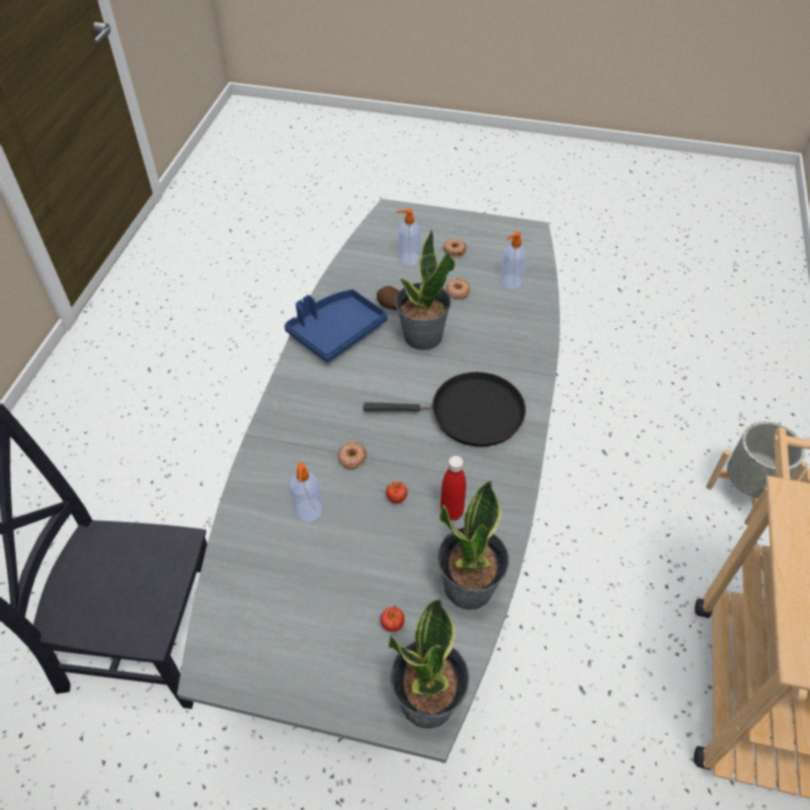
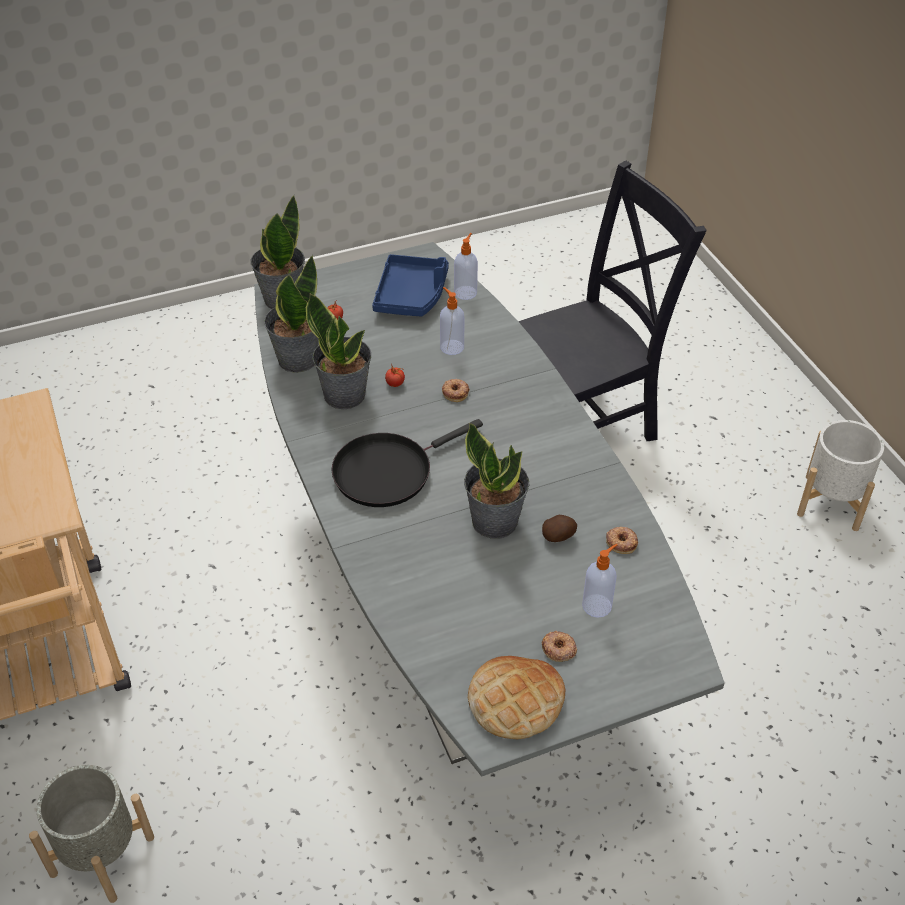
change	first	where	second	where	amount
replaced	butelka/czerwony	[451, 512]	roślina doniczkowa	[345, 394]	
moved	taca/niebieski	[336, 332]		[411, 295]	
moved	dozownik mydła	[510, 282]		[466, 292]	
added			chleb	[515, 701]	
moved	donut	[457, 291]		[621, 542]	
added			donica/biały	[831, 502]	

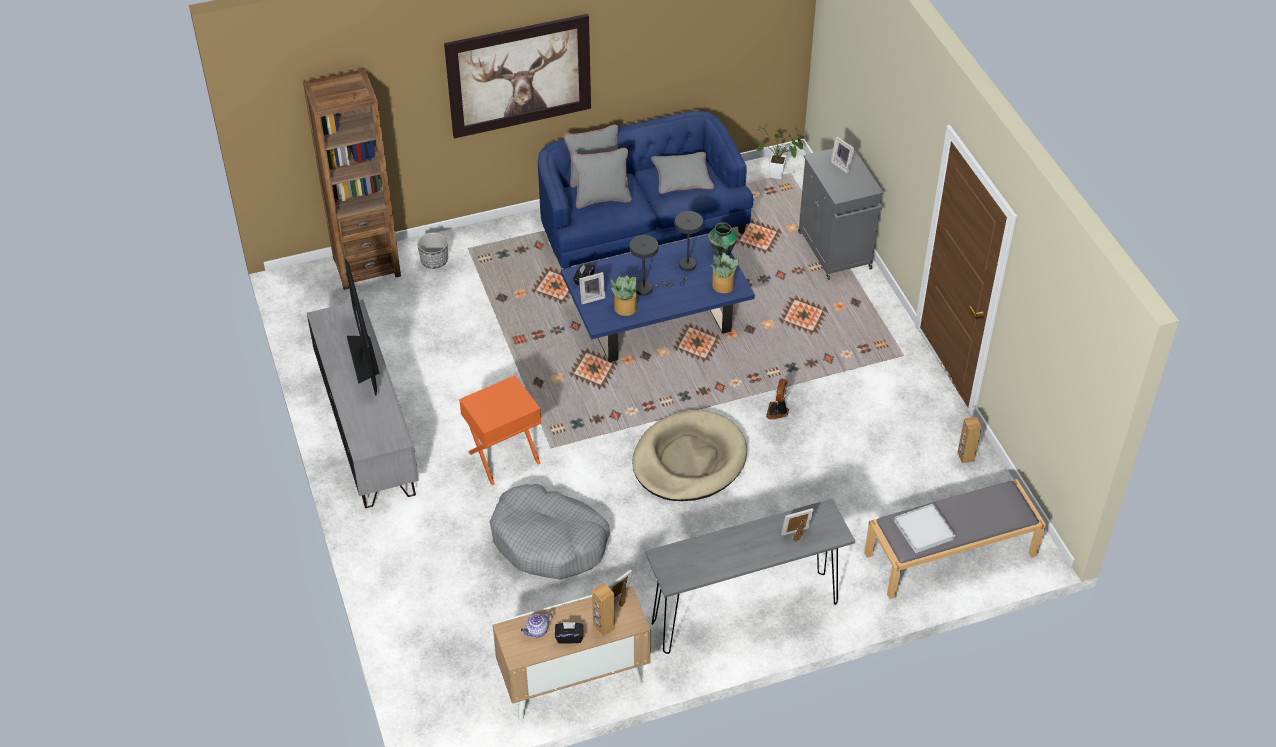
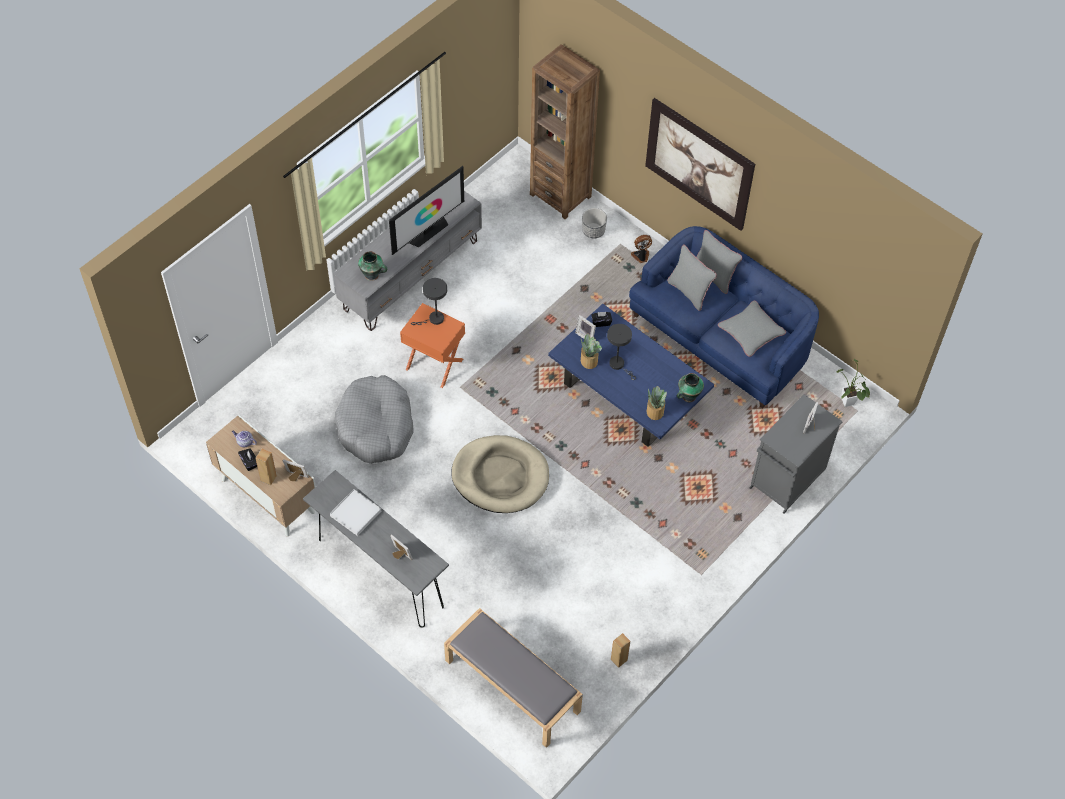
change	first	where	second	where	amount
moved	taca/biały	[923, 530]		[355, 513]	
added			wazon	[372, 275]	
moved	lampa stołowa/szary	[687, 267]		[433, 319]	
moved	wentylator	[778, 411]		[641, 256]	

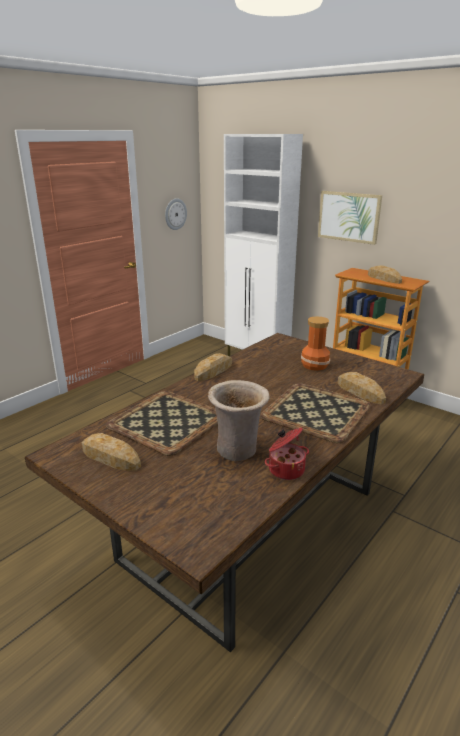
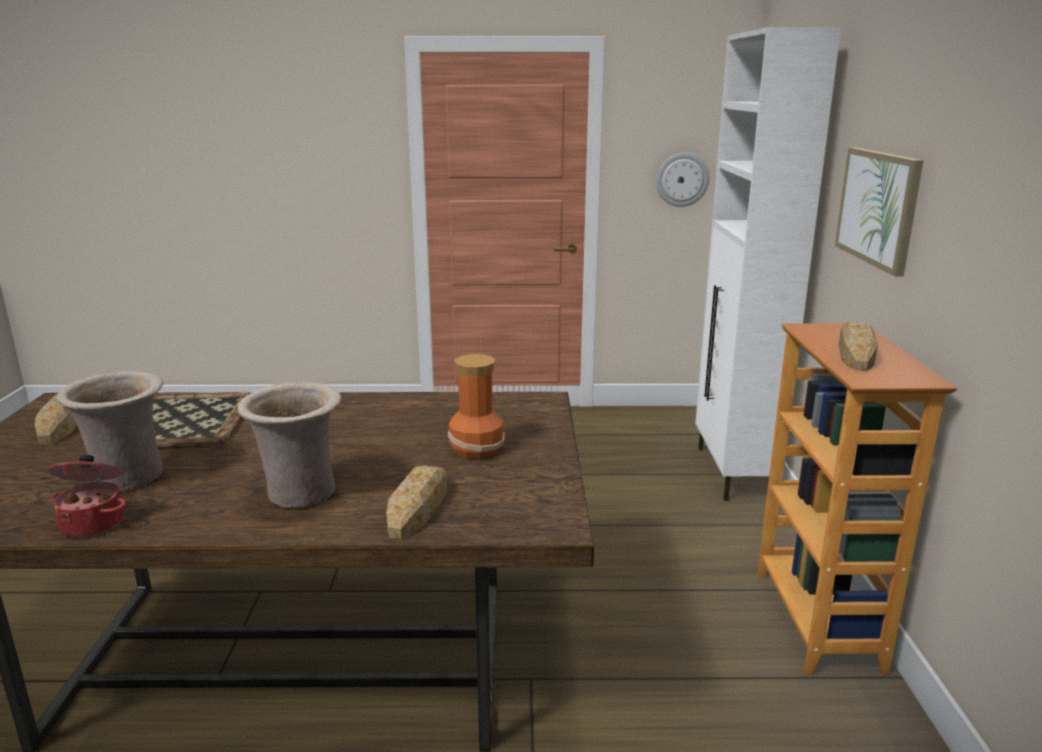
change	first	where	second	where	amount
replaced	taca	[317, 411]	wazon/beżowy	[300, 496]	
removed	chleb	[214, 371]			

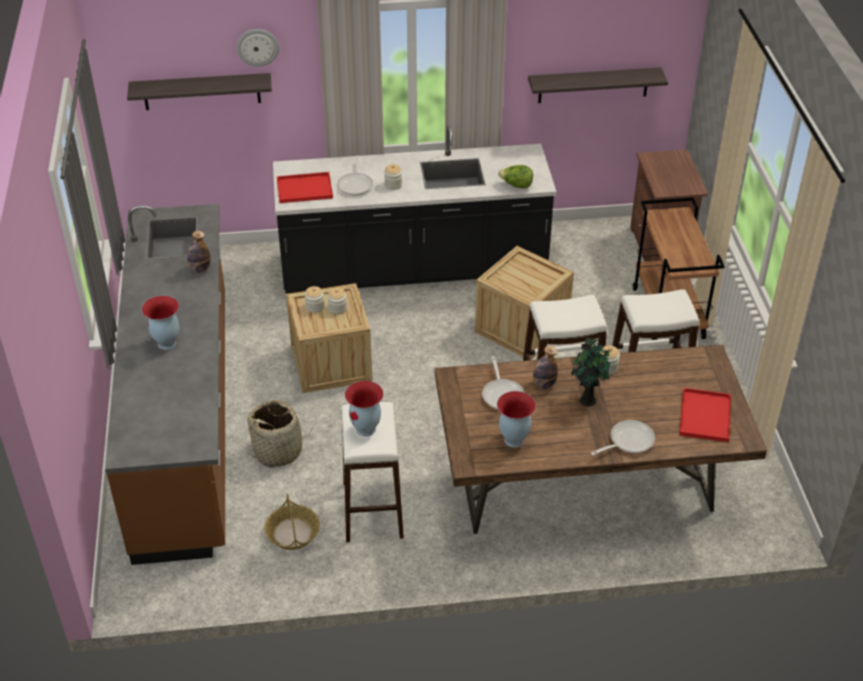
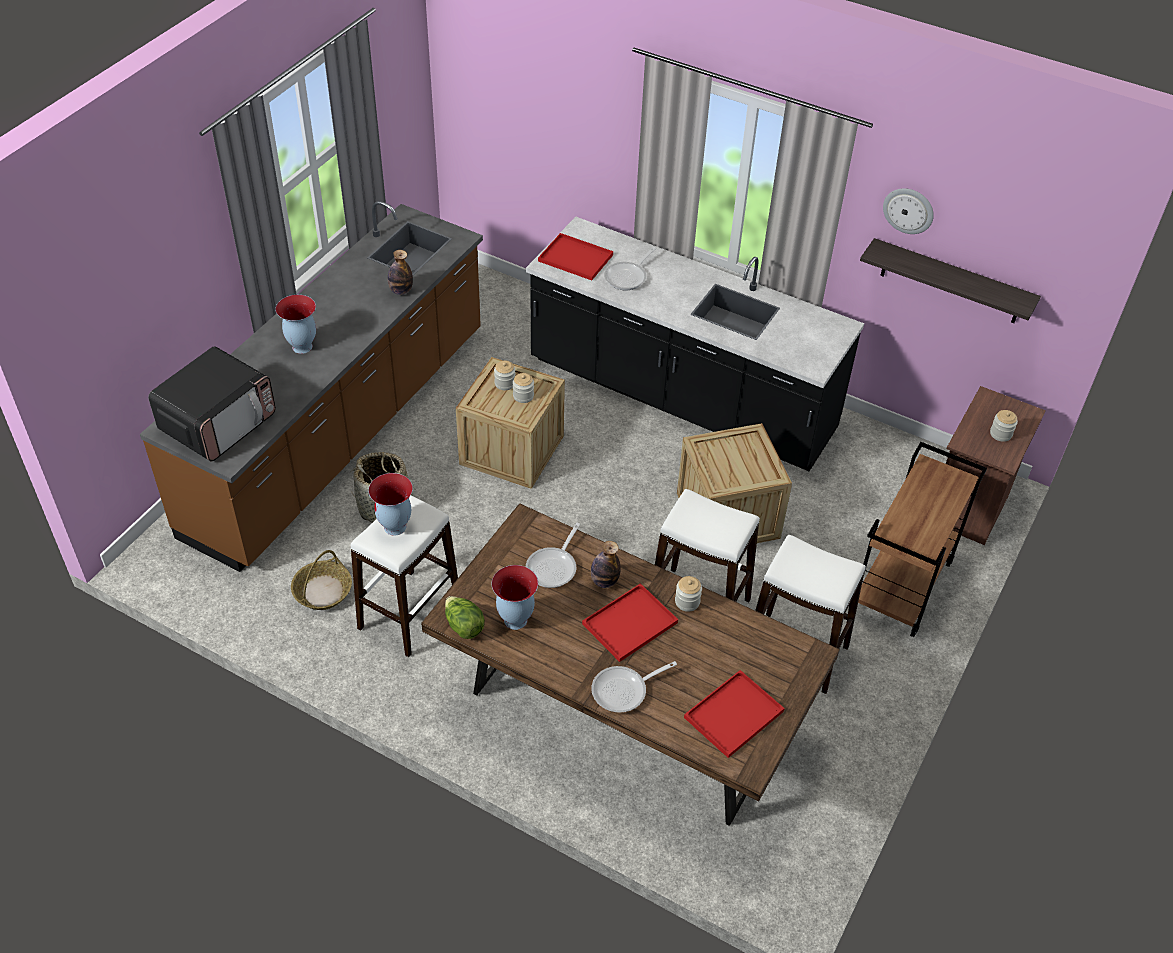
change	first	where	second	where	amount
added			mikrofalówka	[219, 423]	
moved	sałata	[516, 185]		[464, 626]	
replaced	roślina doniczkowa	[587, 399]	taca/czerwony	[630, 622]	
turned	patelnia	[628, 441]		[624, 691]	150 degrees clockwise
moved	zegar ścienny	[257, 47]		[908, 210]	
moved	słoik	[393, 185]		[1000, 434]	
removed	półka	[201, 91]			

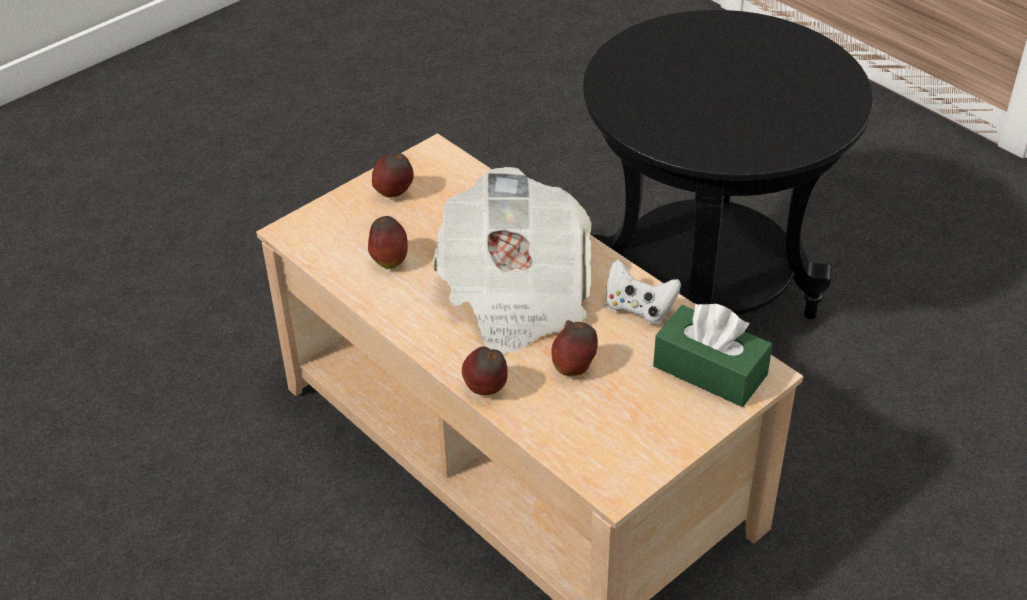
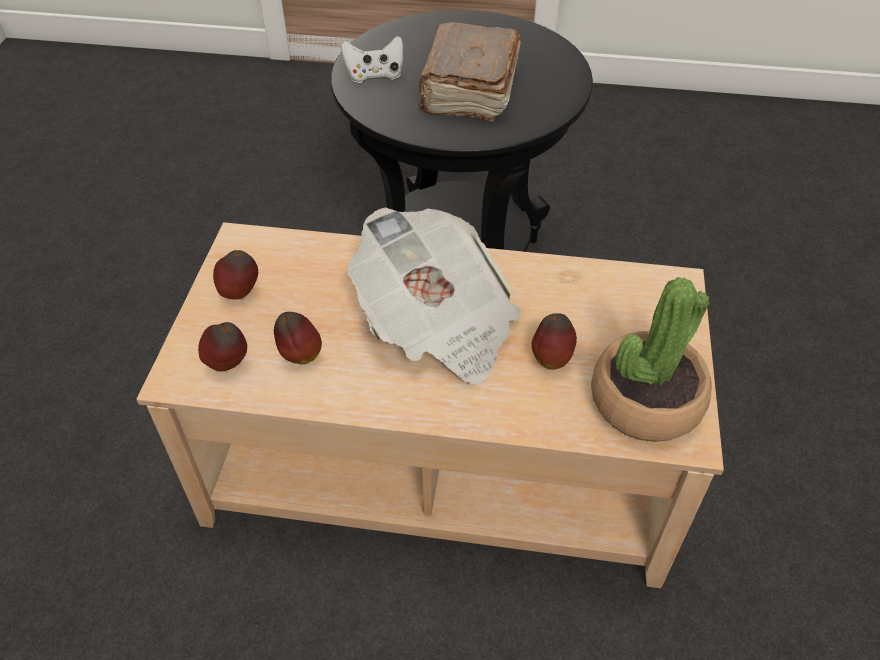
change	first	where	second	where	amount
moved	jabłko	[486, 390]		[228, 364]	
moved	pad do gier/biały	[639, 308]		[374, 76]	
added			książka/brązowy	[468, 91]	
added			roślina doniczkowa	[645, 400]	
removed	pudełko chusteczek/zielony	[710, 370]			

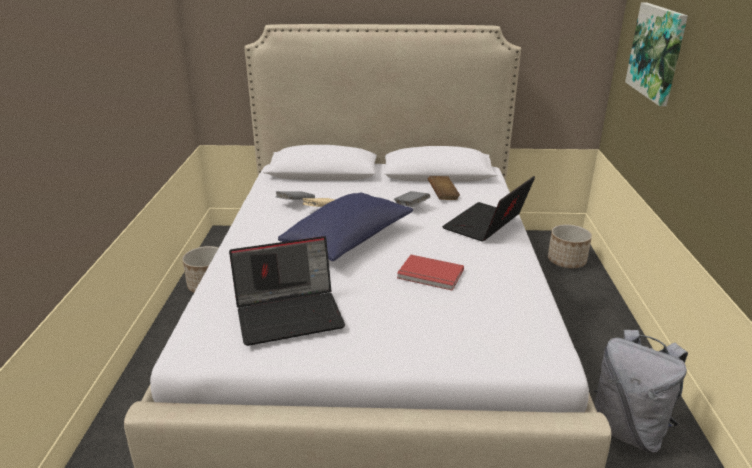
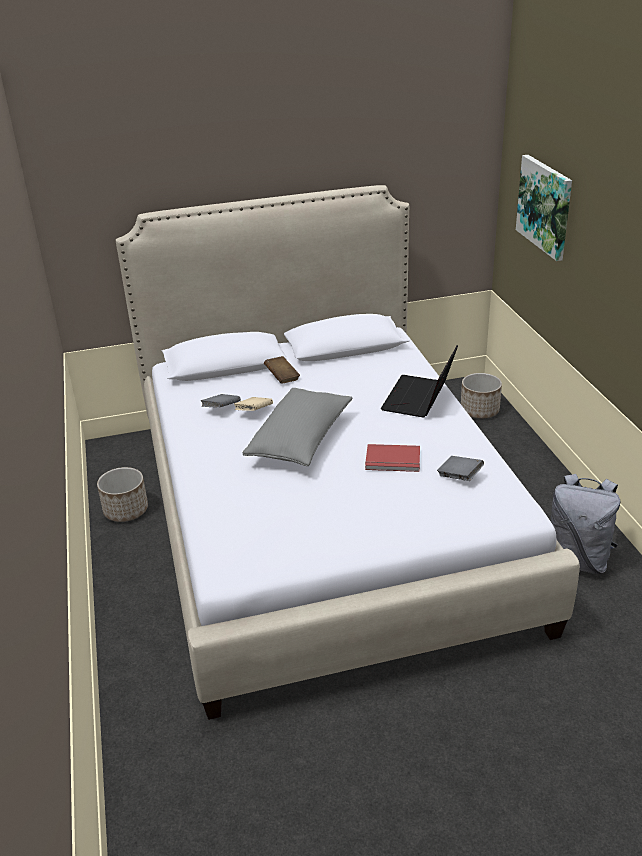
change	first	where	second	where	amount
recoloured	poduszka/niebieski	[349, 241]	poduszka/szary	[300, 440]	
moved	książka/brązowy	[443, 195]		[282, 377]	
moved	książka/szary	[411, 207]		[459, 476]	
removed	laptop	[290, 314]			

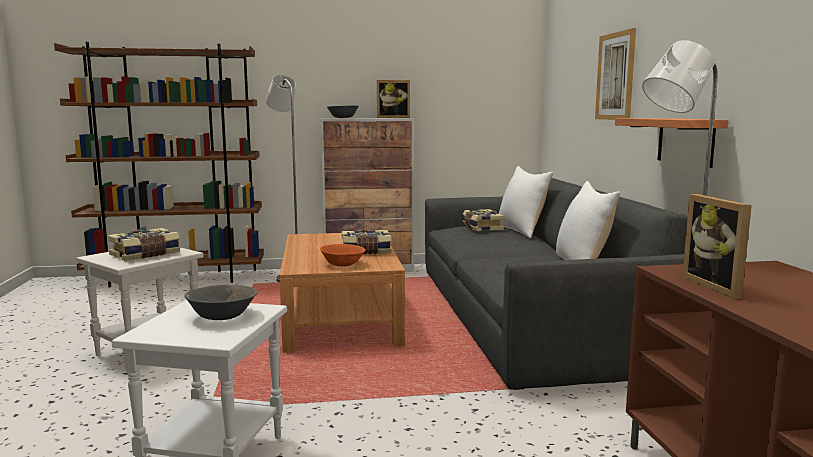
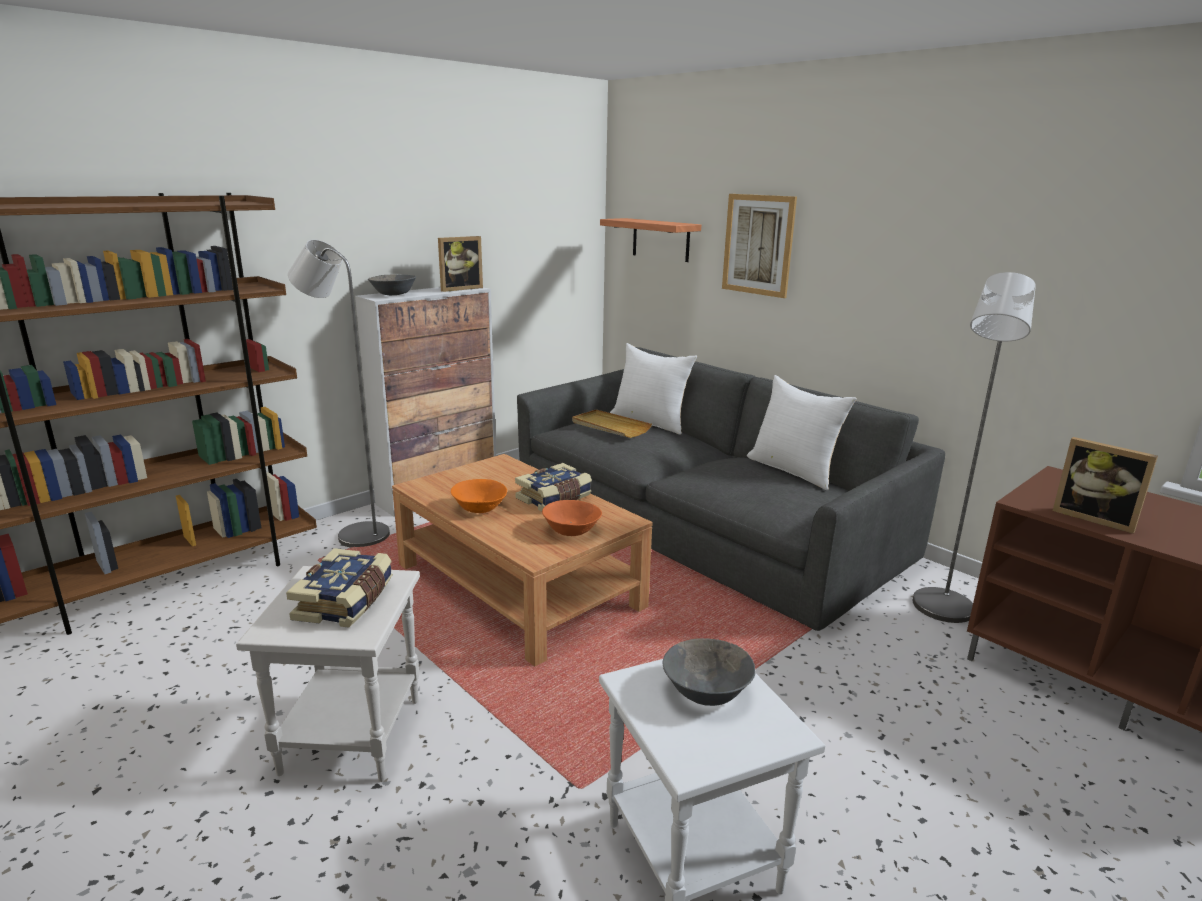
change	first	where	second	where	amount
added			miska/pomarańczowy	[479, 508]	
replaced	książka	[481, 228]	taca/beżowy	[610, 426]	
moved	półka	[685, 141]		[661, 239]	

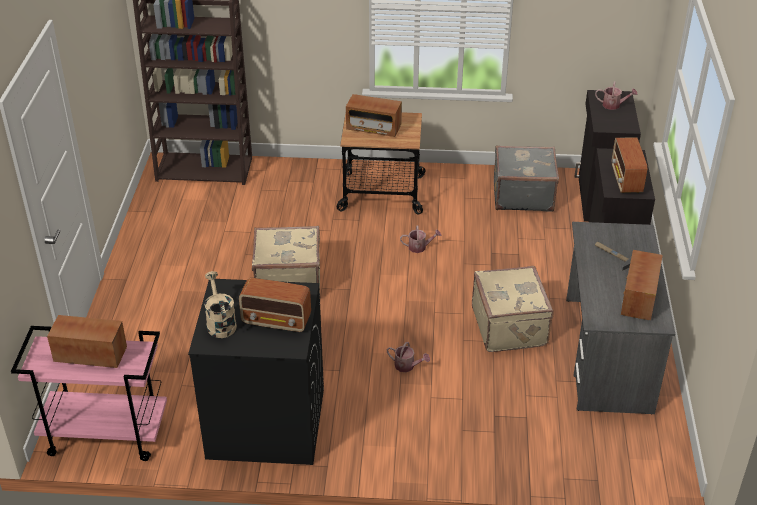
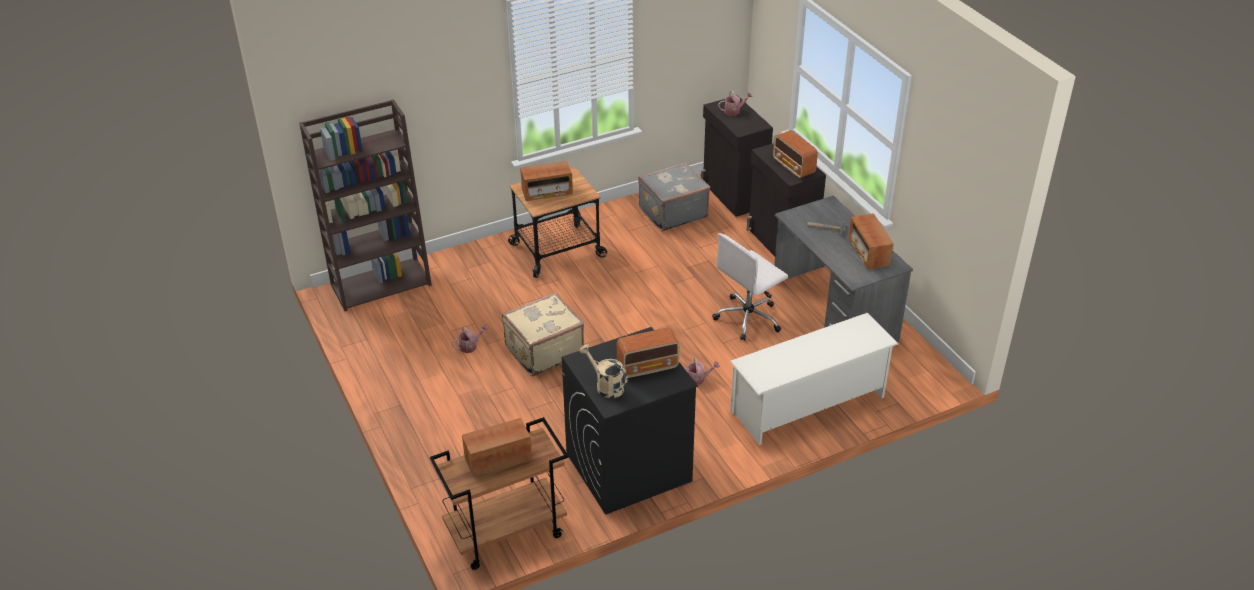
change	first	where	second	where	amount
recoloured	wózek/różowy	[104, 436]	wózek/brązowy	[505, 534]	
moved	konewka	[420, 247]		[470, 346]	
replaced	walizka/beżowy	[510, 326]	krzesło biurowe/biały	[748, 318]	
added			regał na buty/biały	[808, 405]	

